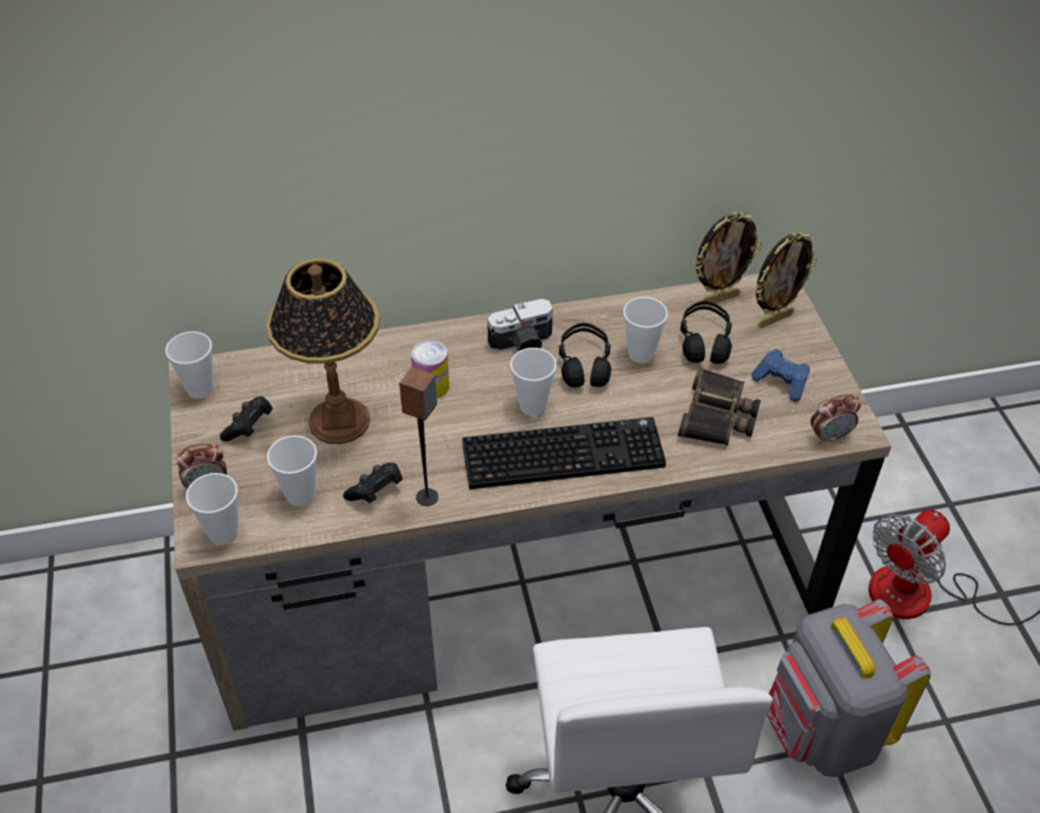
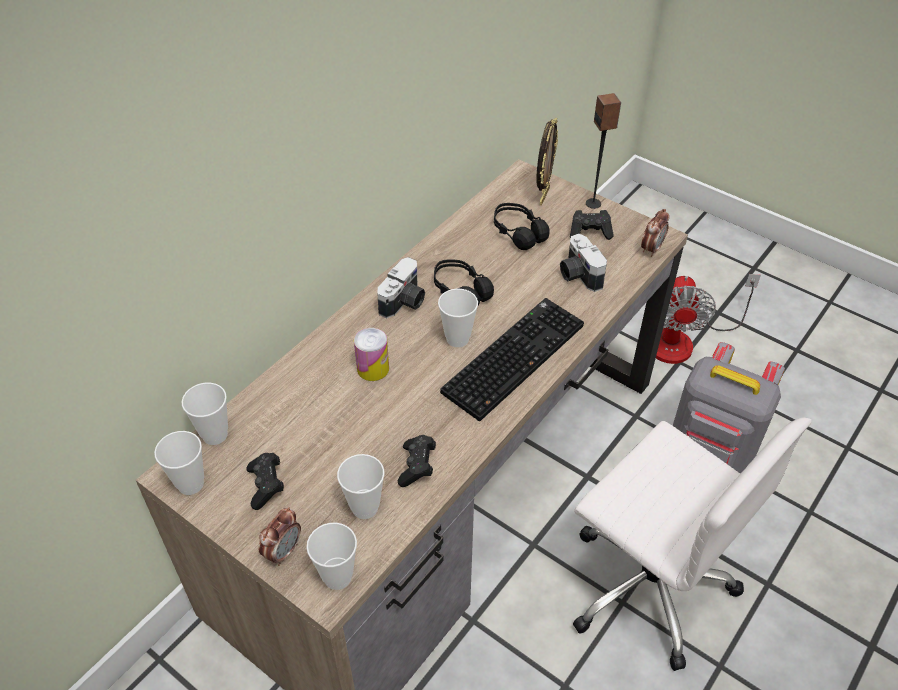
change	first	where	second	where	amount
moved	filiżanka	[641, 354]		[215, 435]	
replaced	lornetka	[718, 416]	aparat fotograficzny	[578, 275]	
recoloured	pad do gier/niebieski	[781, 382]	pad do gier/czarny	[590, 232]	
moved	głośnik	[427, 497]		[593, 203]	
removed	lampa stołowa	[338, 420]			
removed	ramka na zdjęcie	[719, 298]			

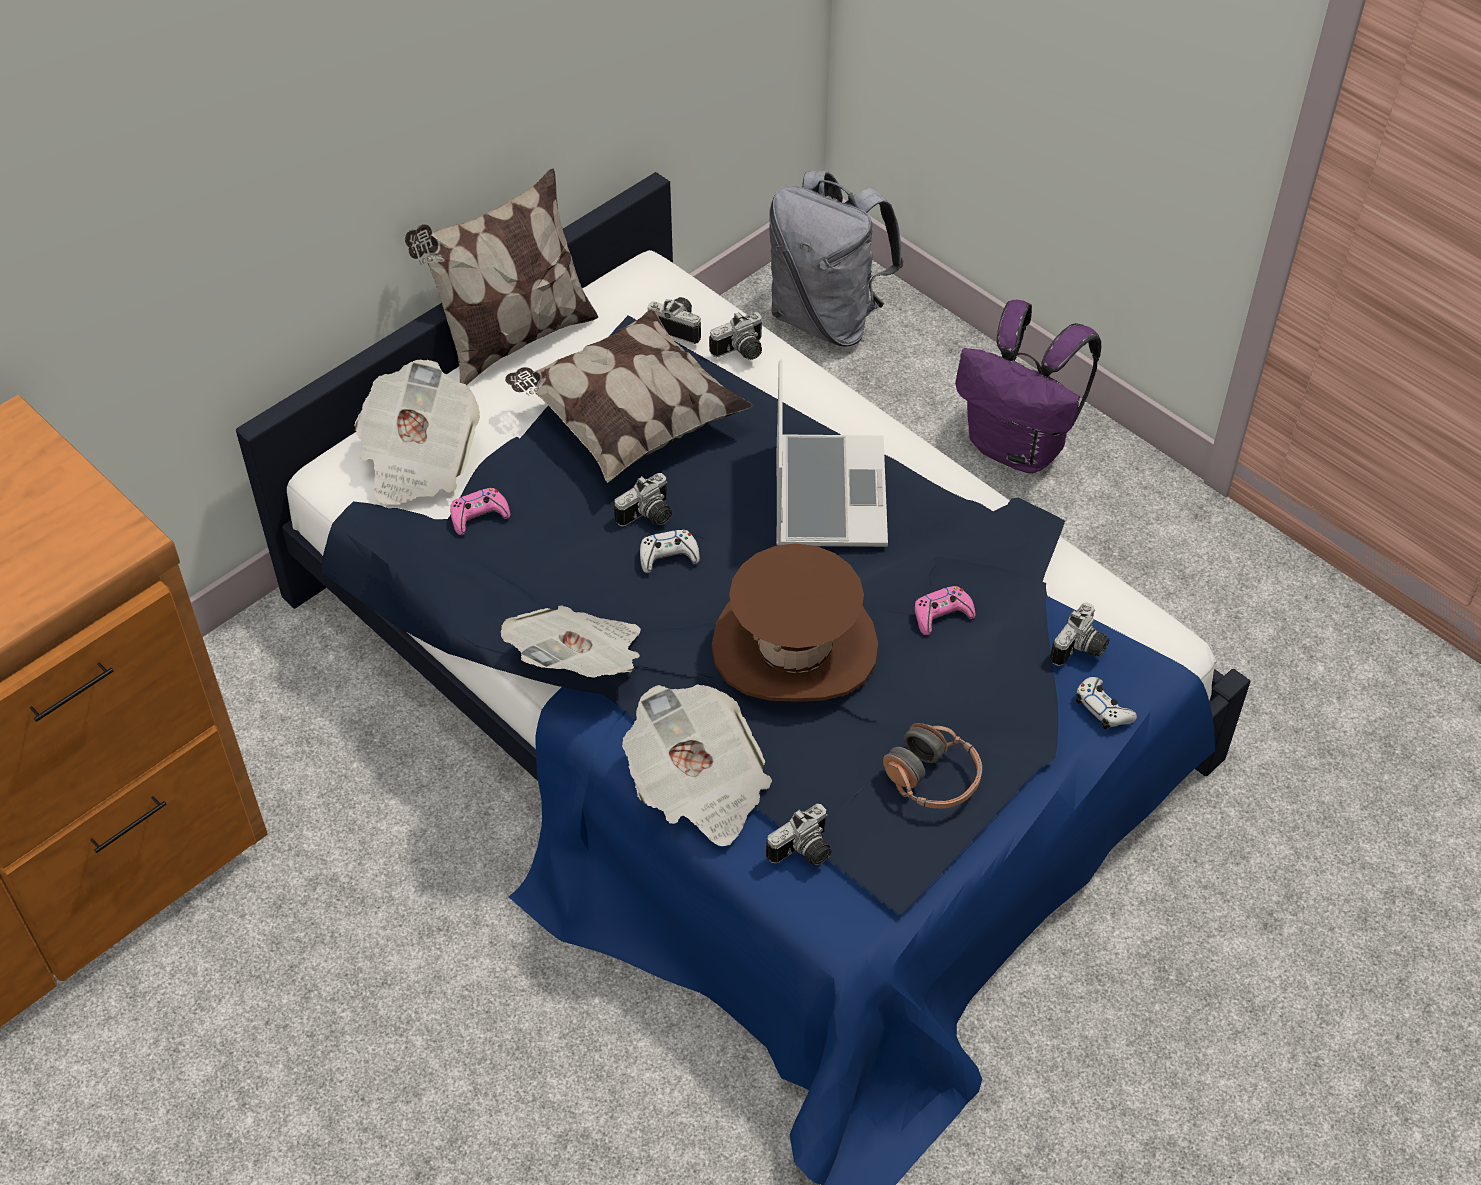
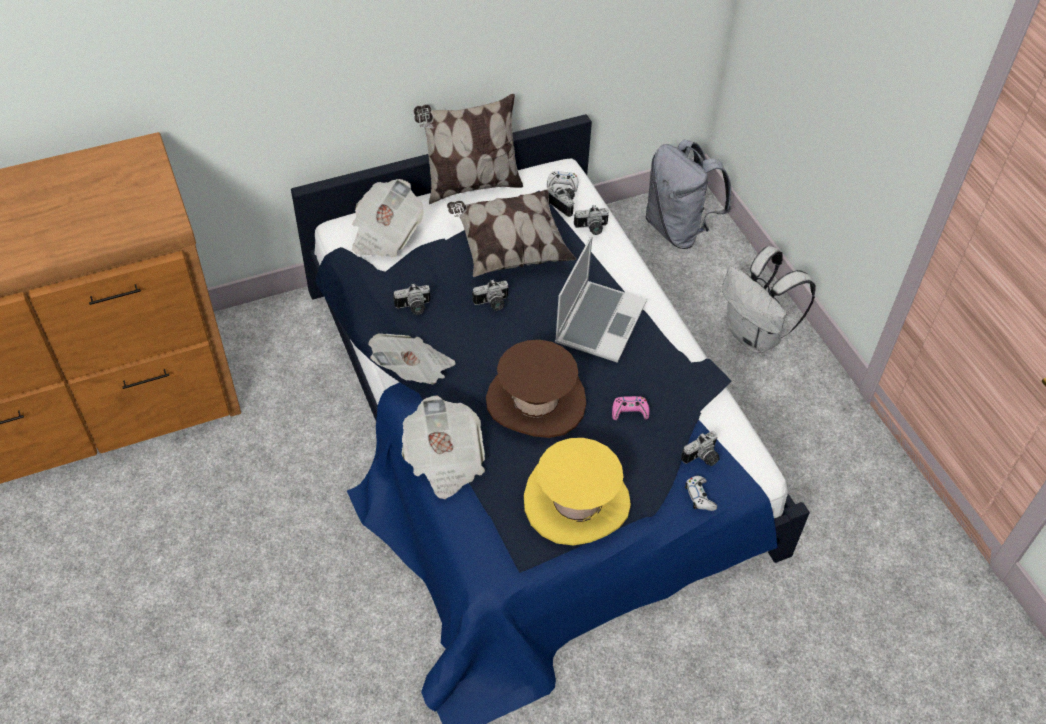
change	first	where	second	where	amount
moved	aparat fotograficzny	[804, 852]		[414, 308]	
replaced	słuchawki	[933, 778]	kapelusz/żółty	[576, 502]	
moved	pad do gier/biały	[668, 556]		[562, 184]	
recoloured	plecak/fioletowy	[1018, 447]	plecak/biały	[755, 336]	
removed	pad do gier/różowy	[479, 516]			

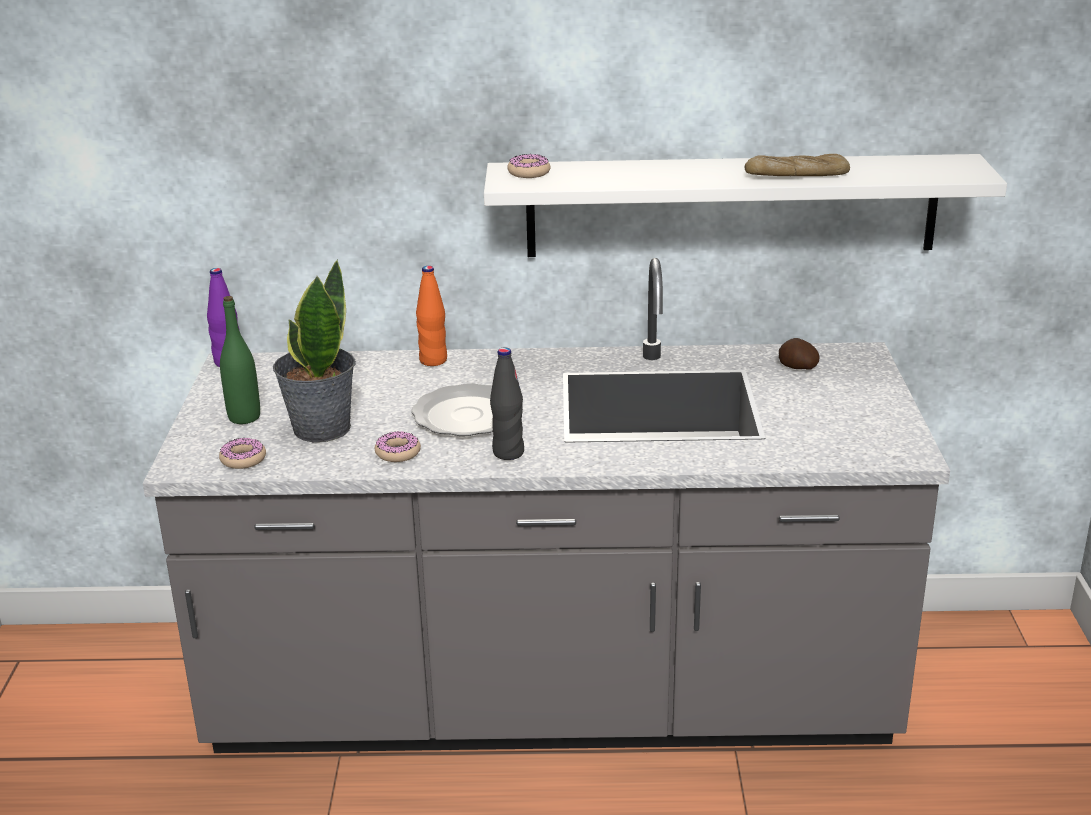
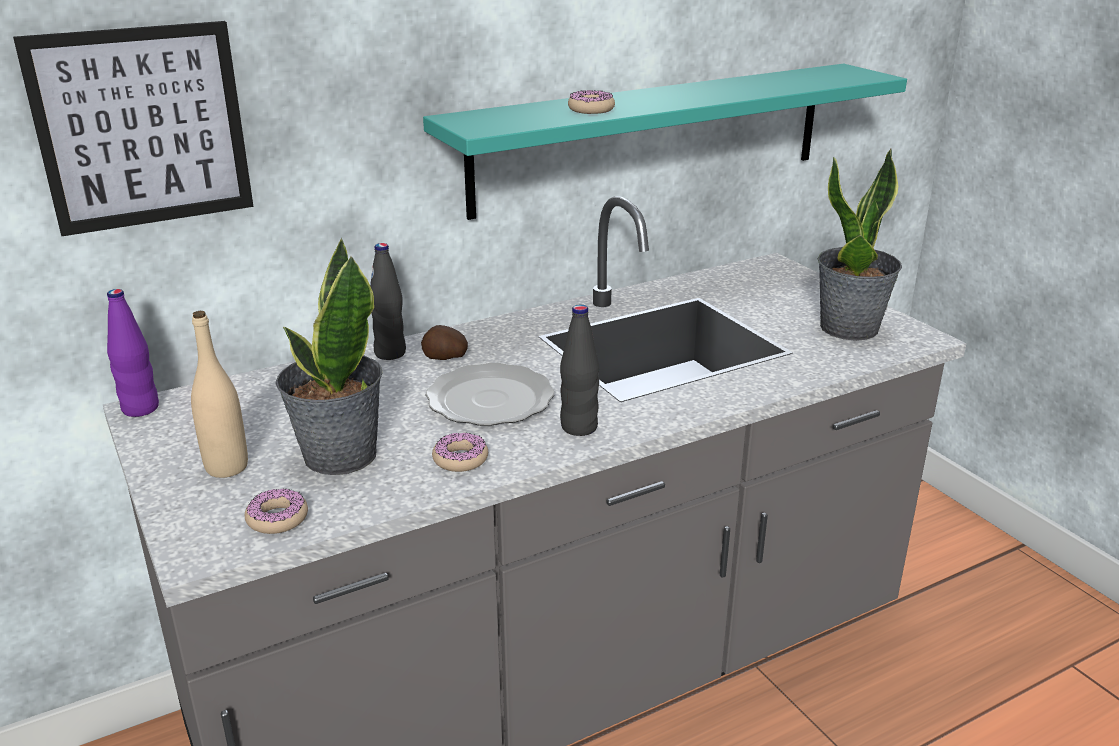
change	first	where	second	where	amount
added			obraz	[142, 127]	
recoloured	butelka/zielony	[244, 417]	butelka/beżowy	[227, 467]	
recoloured	butelka/pomarańczowy	[433, 360]	butelka/czarny	[390, 353]	
moved	ziemniak	[797, 368]		[445, 358]	
recoloured	półka/biały	[731, 206]	półka/turkusowy	[653, 137]	
moved	donut	[529, 173]		[591, 109]	
added			roślina doniczkowa	[850, 328]	
removed	chleb	[796, 175]			

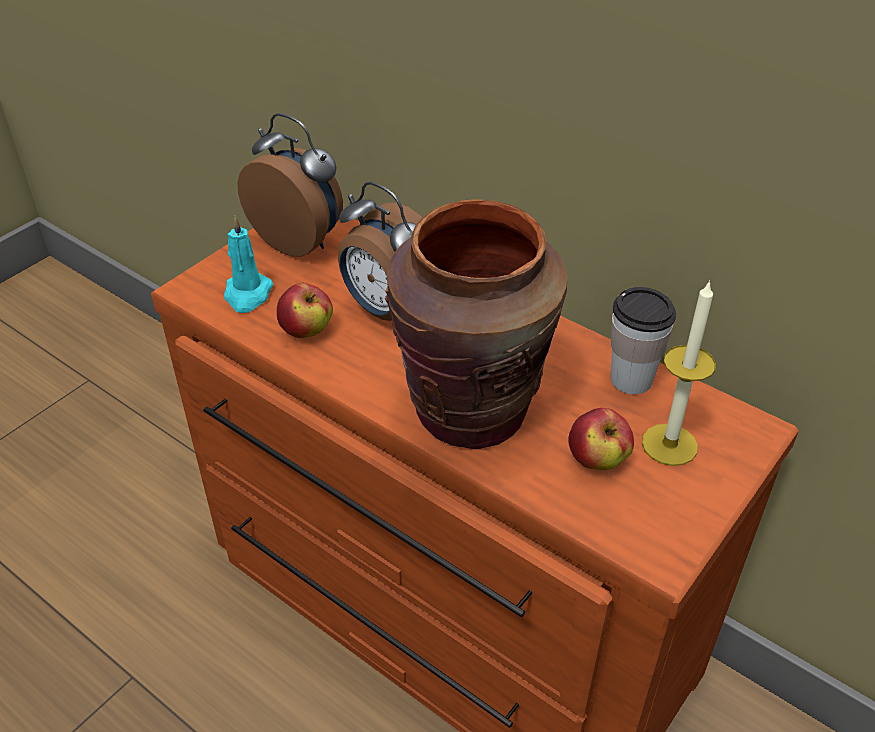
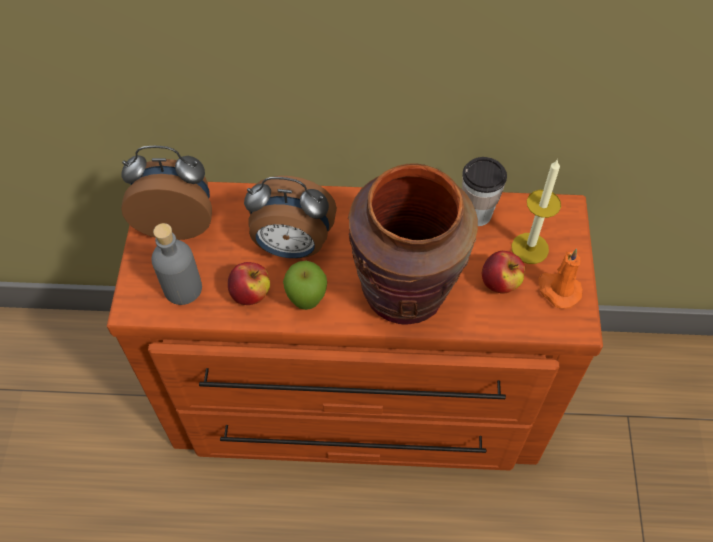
change	first	where	second	where	amount
replaced	świeca/turkusowy	[248, 295]	butelka/szary	[182, 288]	
added			jabłko	[307, 302]	
added			świeca/pomarańczowy	[558, 289]	

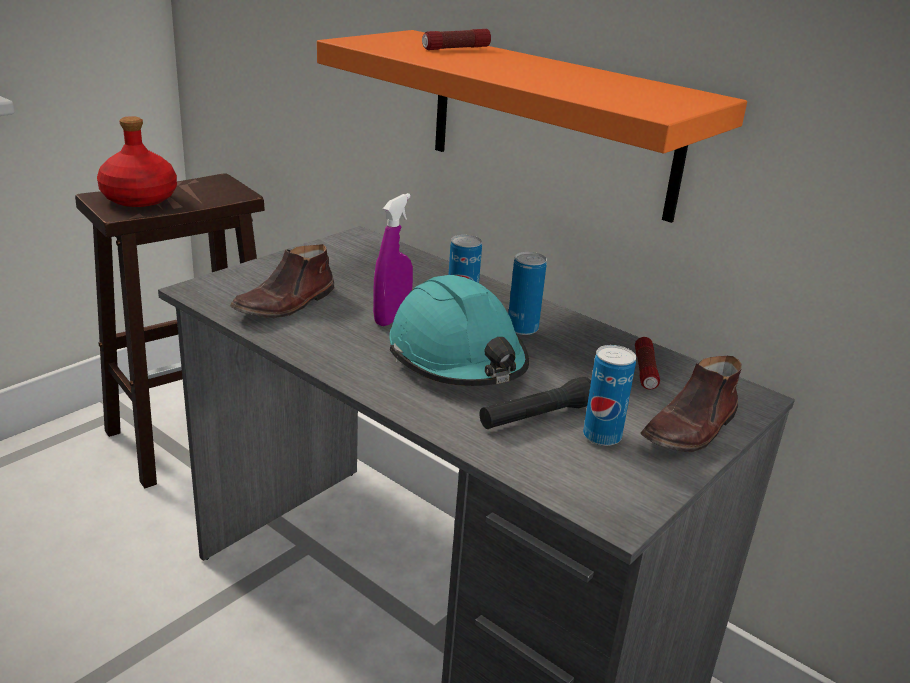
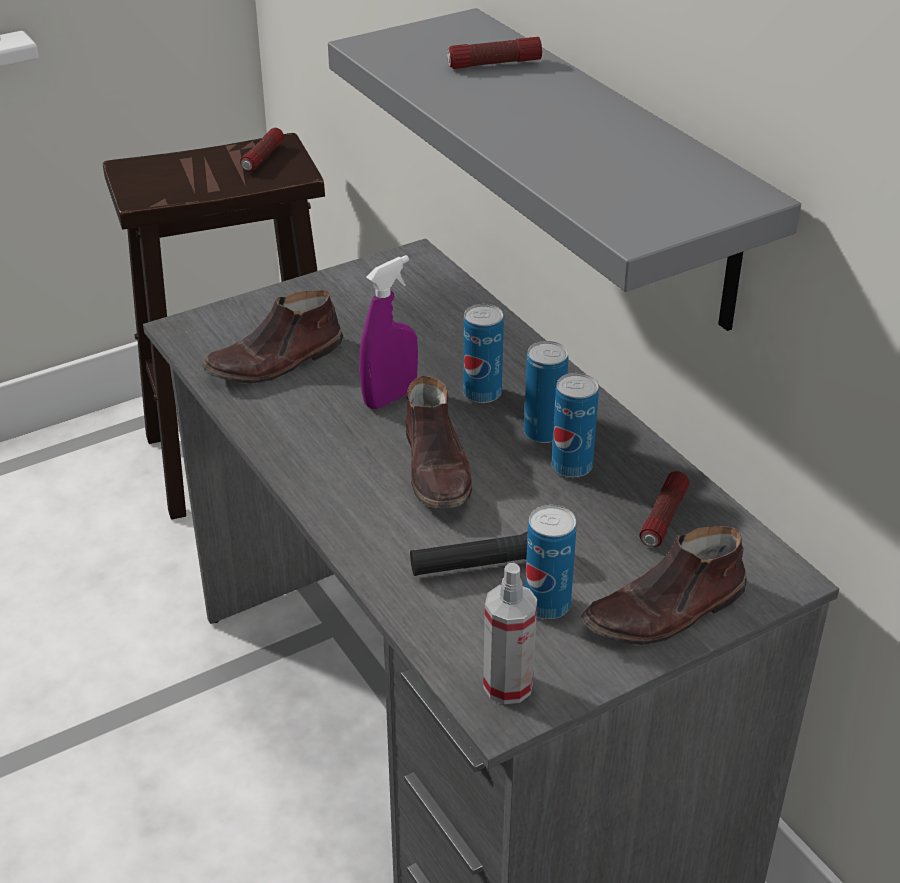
change	first	where	second	where	amount
added			latarka	[262, 157]	
recoloured	półka/pomarańczowy	[551, 123]	półka/szary	[613, 168]	
replaced	kask/turkusowy	[457, 359]	but/brązowy	[437, 469]	
added			spryskiwacz	[508, 685]	
added			puszka	[571, 466]	
removed	butelka/czerwony	[139, 199]			

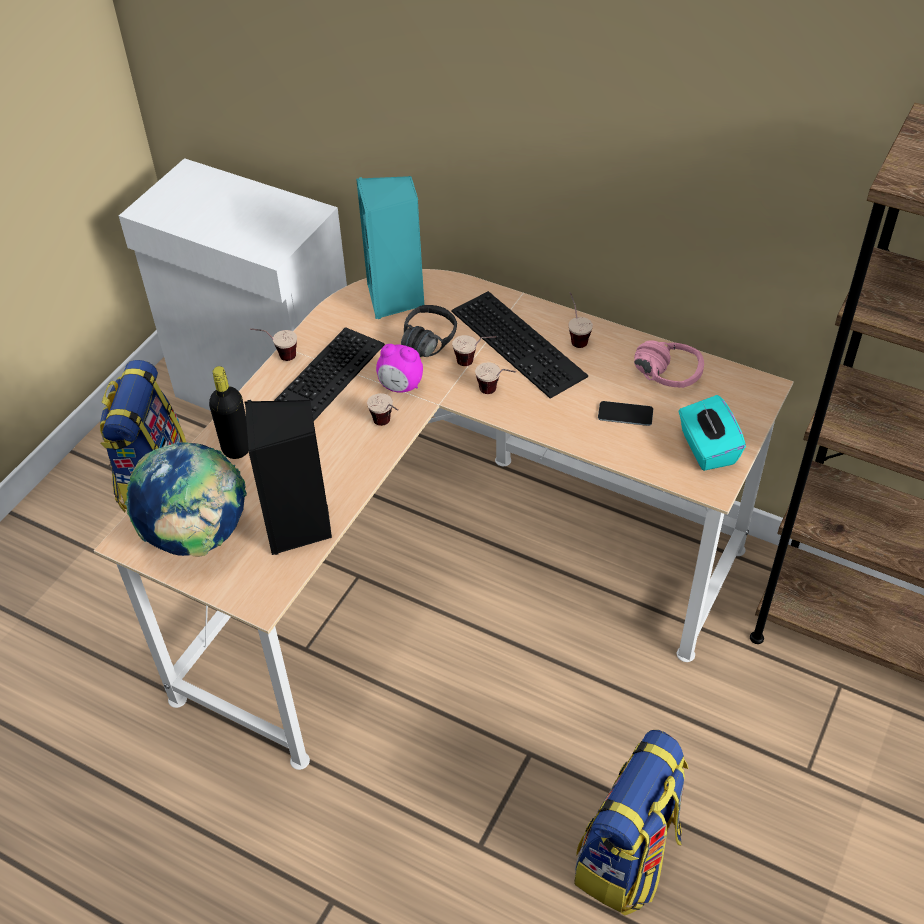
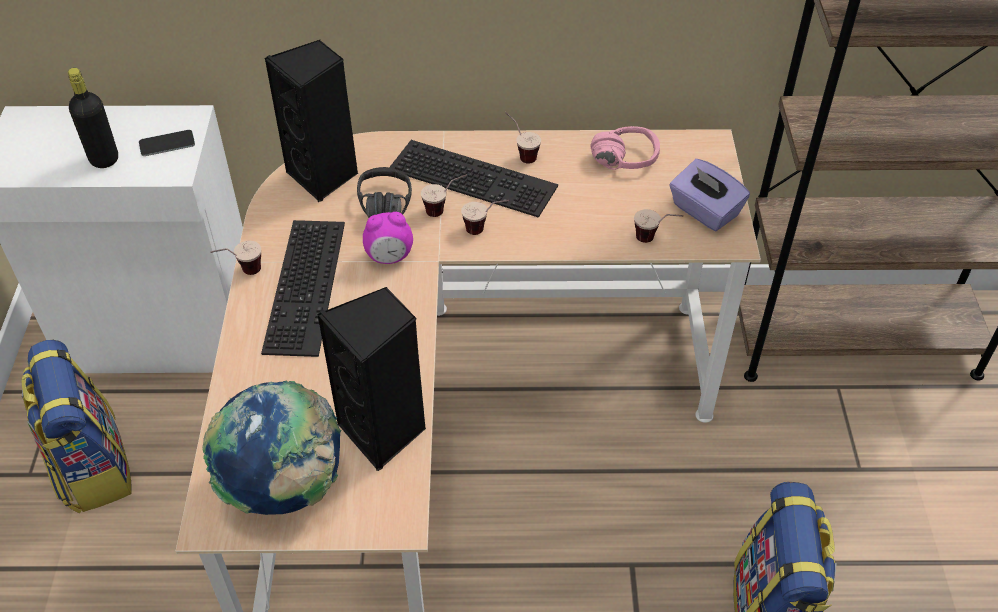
change	first	where	second	where	amount
moved	butelka/czarny	[236, 448]		[104, 159]	
moved	telefon	[625, 414]		[167, 143]	
recoloured	głośnik/turkusowy	[395, 299]	głośnik/czarny	[324, 176]	
moved	filiżanka	[387, 426]		[655, 240]	
recoloured	pudełko chusteczek/turkusowy	[707, 448]	pudełko chusteczek/fioletowy	[704, 211]	

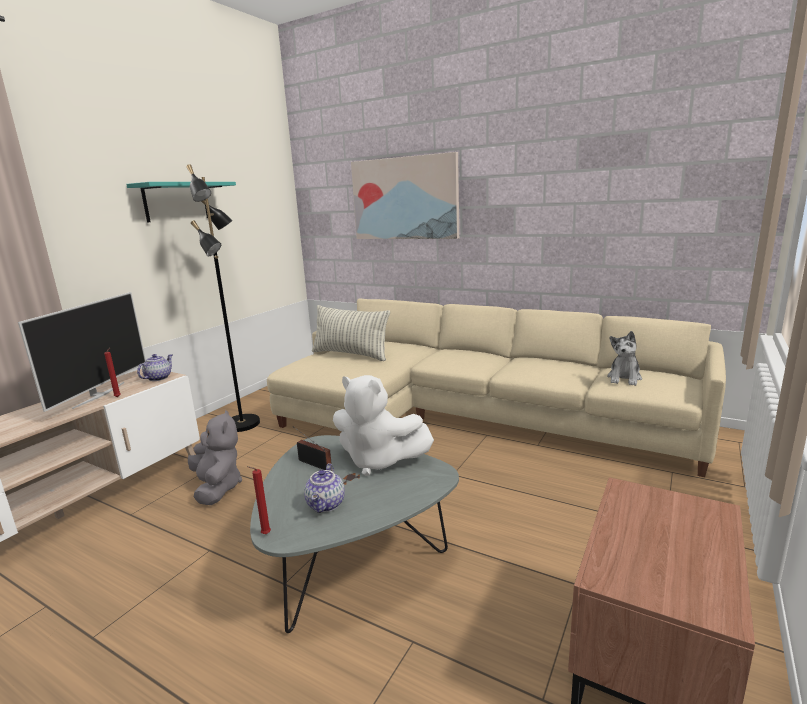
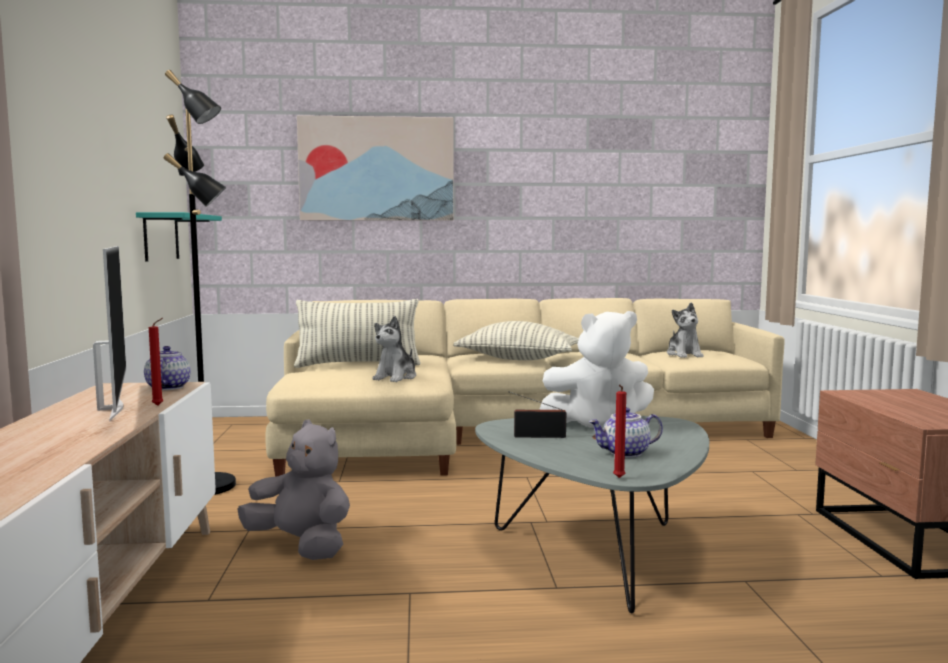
change	first	where	second	where	amount
moved	półka/turkusowy	[176, 202]		[161, 237]	
added			pluszak	[396, 377]	
added			poduszka	[518, 359]	
turned	imbryk	[326, 505]		[625, 453]	105 degrees clockwise

